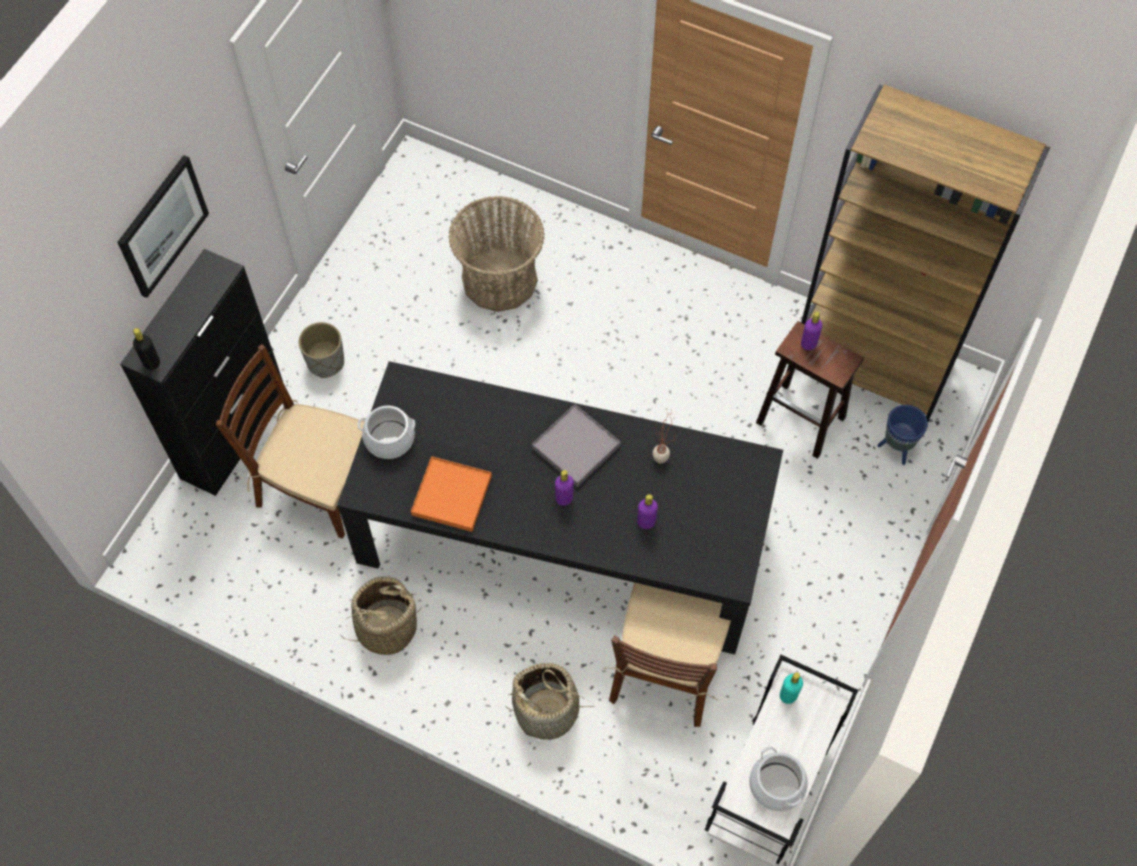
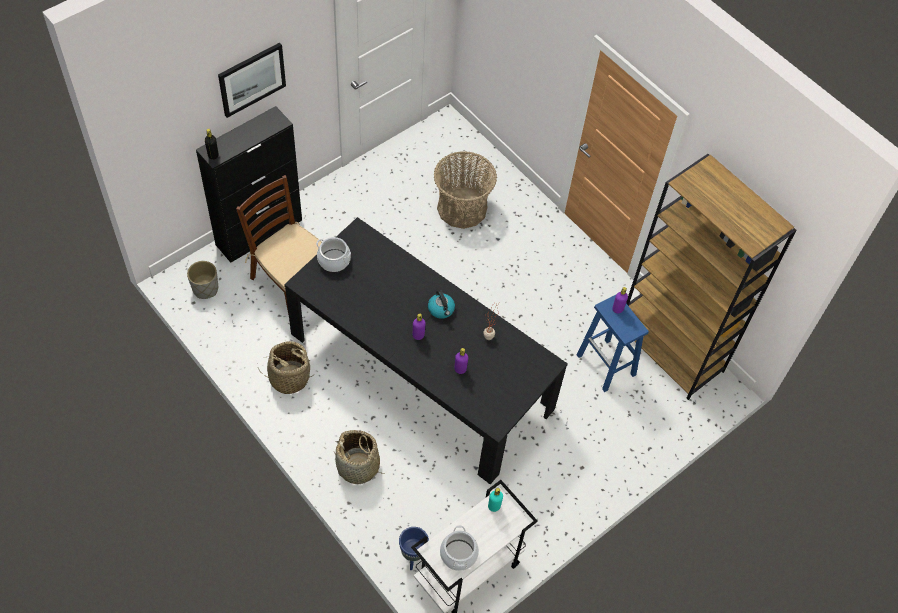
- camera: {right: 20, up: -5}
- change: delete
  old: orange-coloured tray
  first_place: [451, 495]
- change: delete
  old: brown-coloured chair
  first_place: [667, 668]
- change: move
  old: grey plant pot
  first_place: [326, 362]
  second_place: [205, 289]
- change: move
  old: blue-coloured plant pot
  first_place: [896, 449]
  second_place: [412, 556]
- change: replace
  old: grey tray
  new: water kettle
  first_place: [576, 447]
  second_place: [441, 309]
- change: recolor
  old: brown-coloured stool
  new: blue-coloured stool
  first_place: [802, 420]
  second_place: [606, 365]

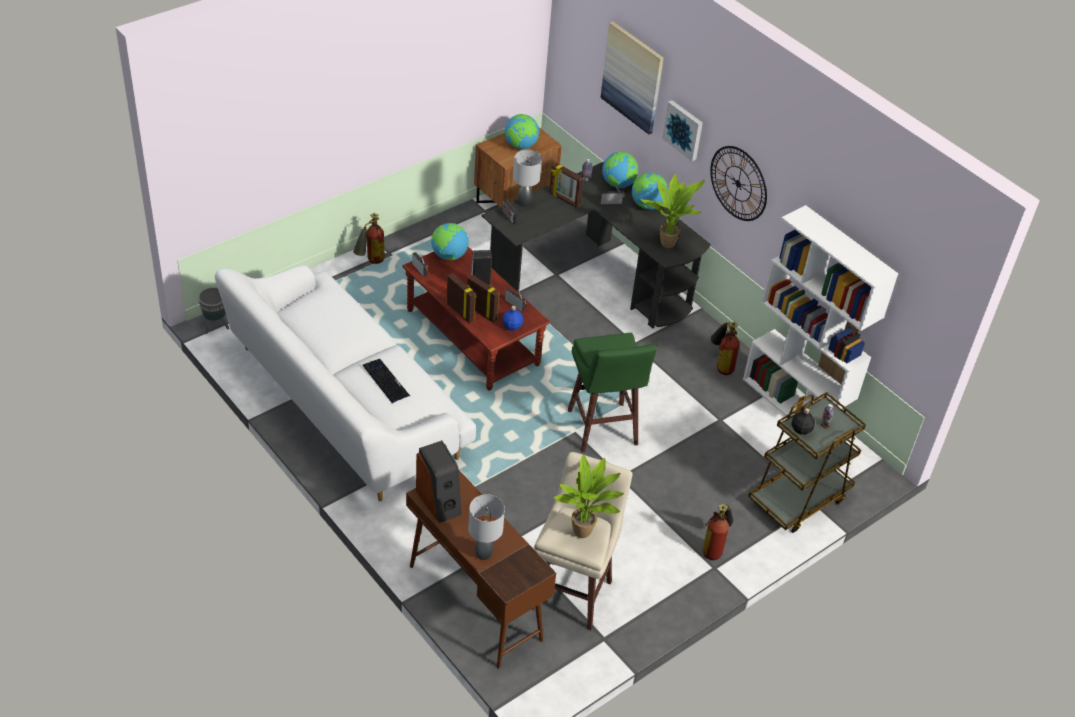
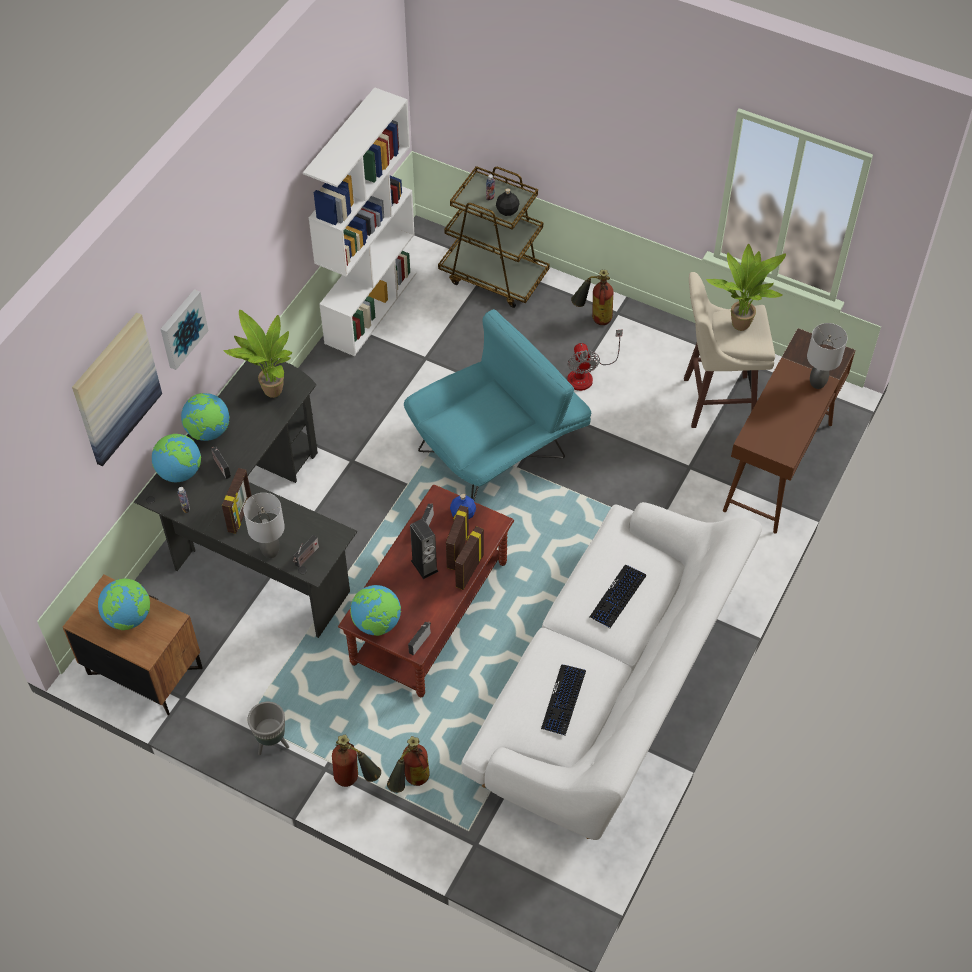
- camera: {right: -110, up: 10}
- change: delete
  old: speaker
  first_place: [439, 501]
- change: delete
  old: wall clock
  first_place: [738, 183]
- change: insert
  new: keyboard
  second_place: [563, 700]
- change: insert
  new: electric fan
  second_place: [586, 375]
- change: move
  old: grey plant pot
  first_place: [215, 327]
  second_place: [272, 743]
- change: move
  old: extinguisher
  first_place: [721, 365]
  second_place: [410, 784]
- change: replace
  old: greenish stool
  new: turquoise lounge chair
  first_place: [602, 429]
  second_place: [499, 446]

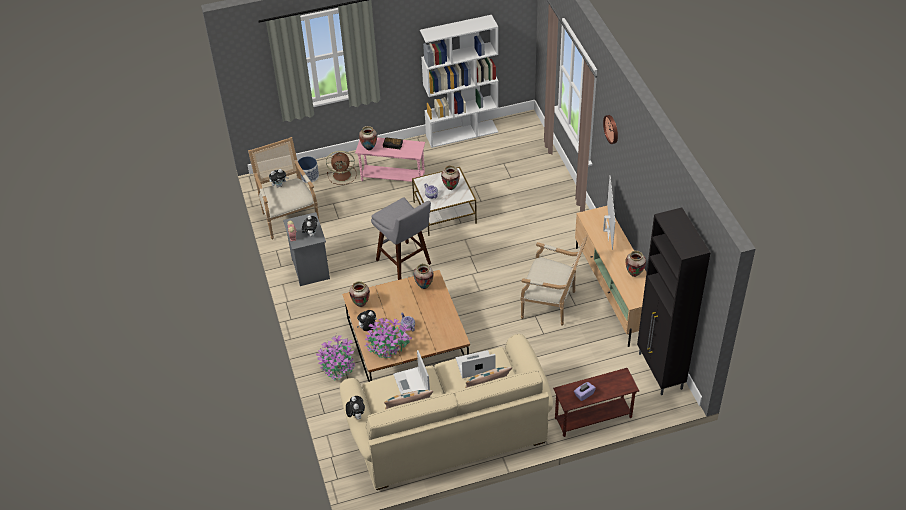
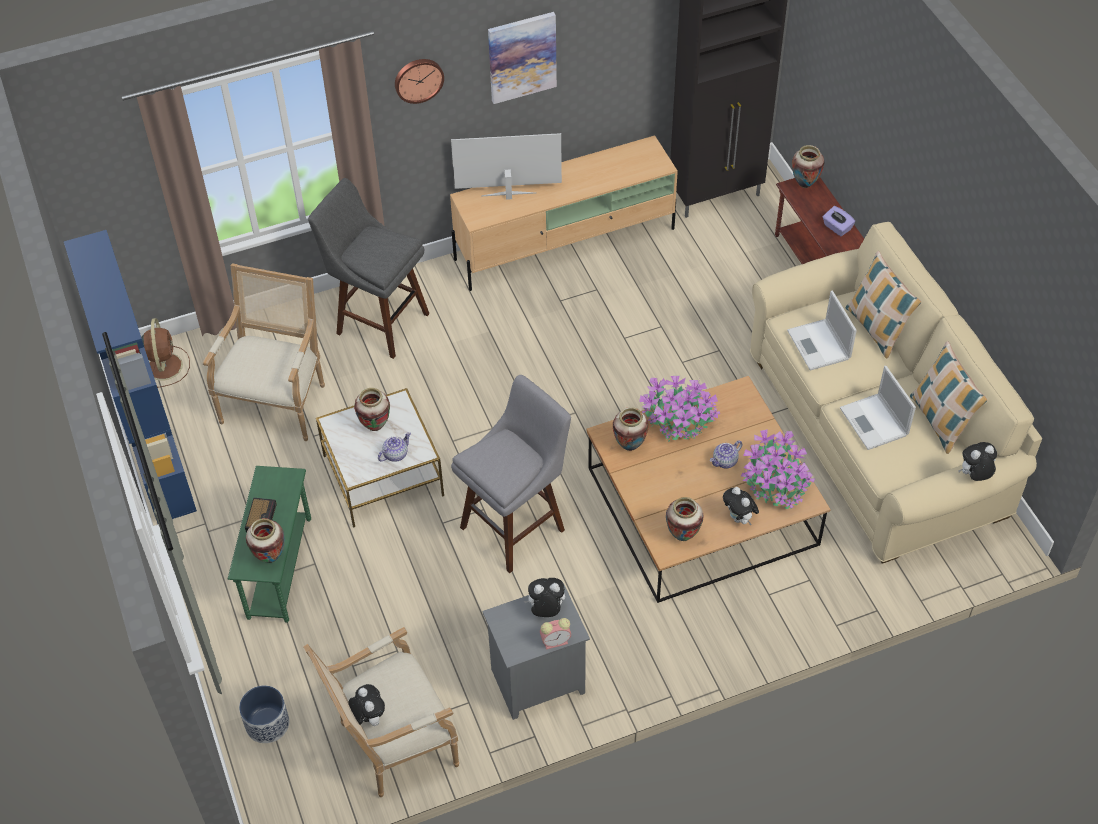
- camera: {right: -95, up: 5}
- change: insert
  new: grey stool
  second_place: [378, 322]
- change: insert
  new: picture
  second_place: [522, 57]
- change: move
  old: houseplant
  first_place: [338, 366]
  second_place: [679, 422]
- change: move
  old: brown-coloured electric fan
  first_place: [343, 175]
  second_place: [164, 365]
- change: move
  old: lounge chair
  first_place: [552, 304]
  second_place: [277, 401]
- change: move
  old: decorative vase
  first_place: [634, 274]
  second_place: [804, 184]
- change: recolor
  old: pinkish accent table
  new: greenish accent table
  first_place: [393, 177]
  second_place: [279, 568]
- change: recolor
  old: white bookcase
  new: blue-coloured bookcase
  first_place: [462, 133]
  second_place: [159, 463]
- change: rotate
  old: portable computer
  first_place: [412, 384]
  second_place: [874, 422]
  degrees: 90

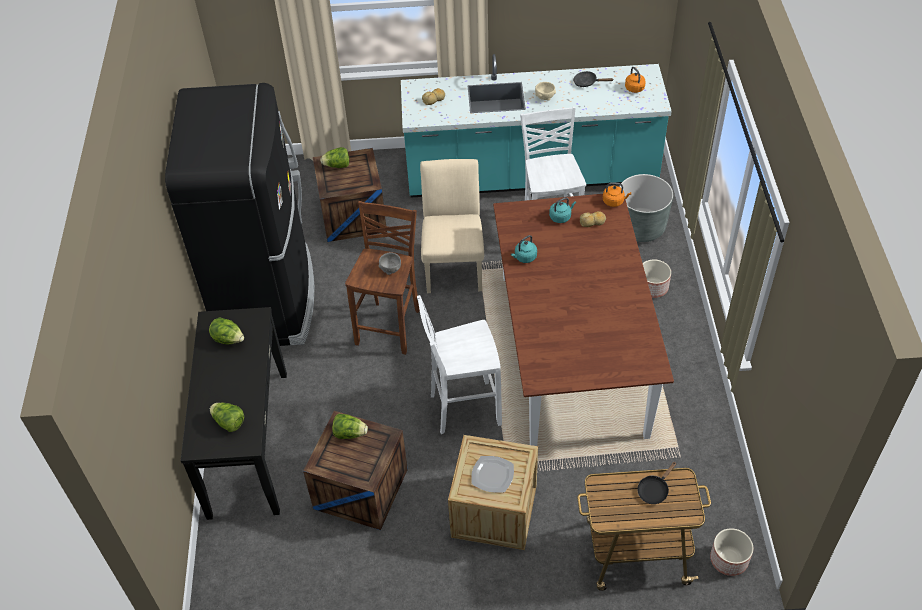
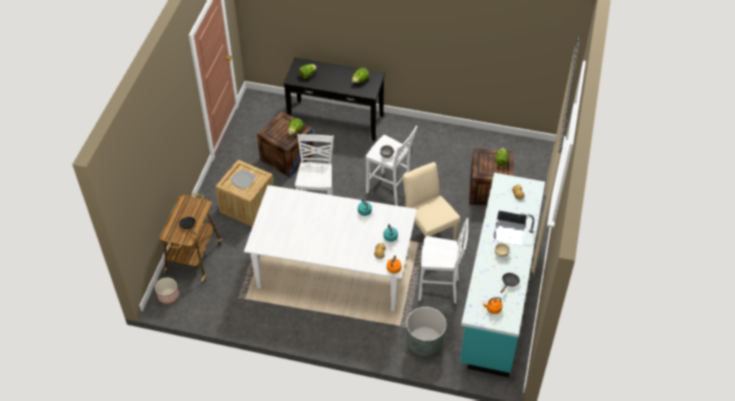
- camera: {right: 105, up: 0}
- change: delete
  old: blackish refrigerator
  first_place: [268, 298]
- change: delete
  old: plant pot
  first_place: [653, 287]
- change: recolor
  old: brown-coloured stool
  new: white stool
  first_place: [390, 326]
  second_place: [389, 190]
- change: recolor
  old: brown-coloured dining table
  new: white dining table
  first_place: [573, 353]
  second_place: [333, 270]
- change: rotate
  old: beige chair
  first_place: [454, 264]
  second_place: [428, 231]
  degrees: -135

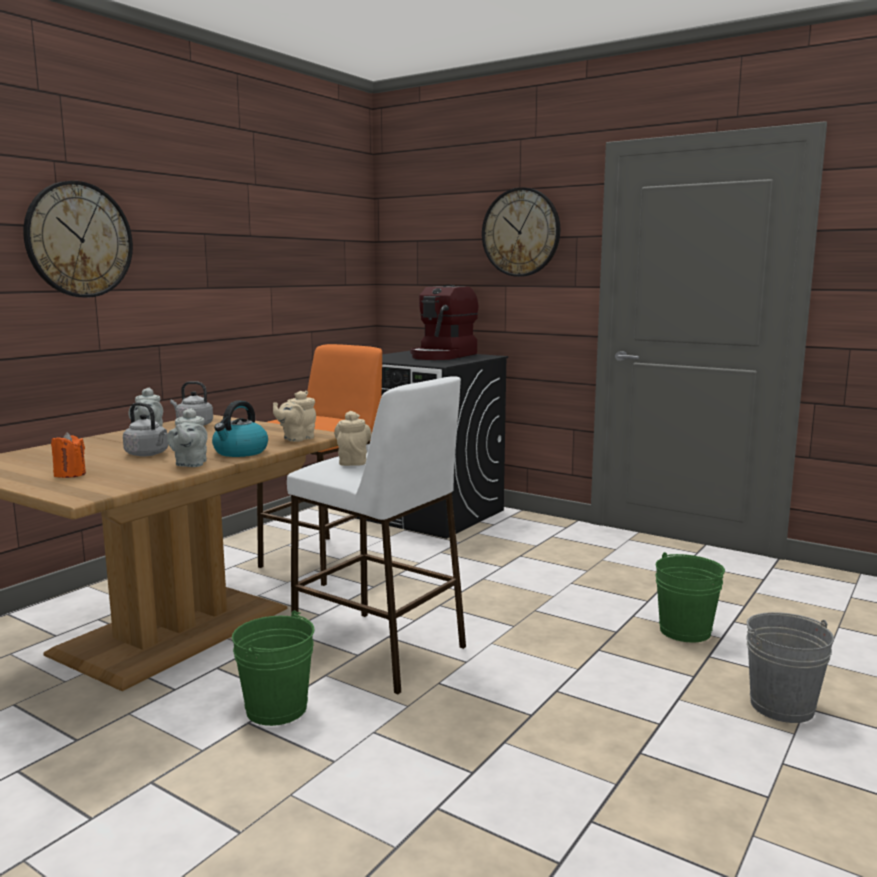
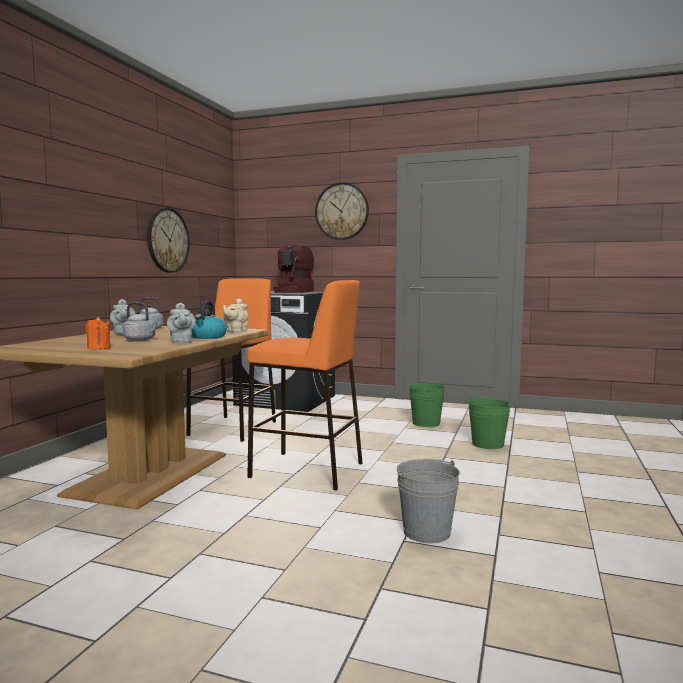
- camera: {right: -15, up: -5}
- change: delete
  old: beige pot for tea
  first_place: [353, 461]
- change: move
  old: wall clock
  first_place: [79, 240]
  second_place: [168, 240]
- change: move
  old: greenish water bucket
  first_place: [276, 709]
  second_place: [426, 423]
- change: move
  old: grey water bucket
  first_place: [782, 706]
  second_place: [427, 532]
- change: recolor
  old: white stool
  new: orange-coloured stool
  first_place: [380, 650]
  second_place: [308, 470]

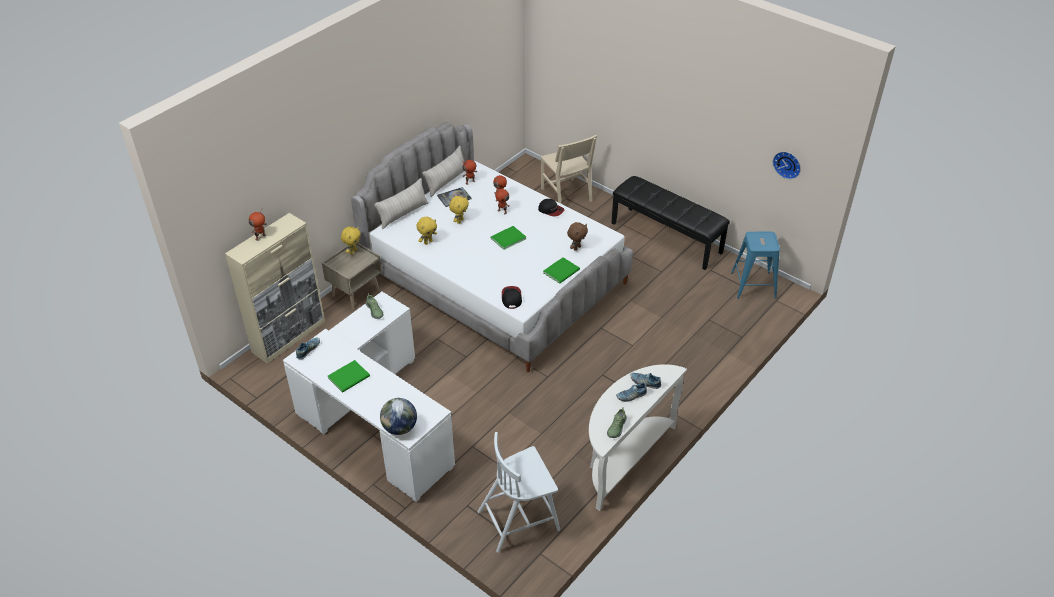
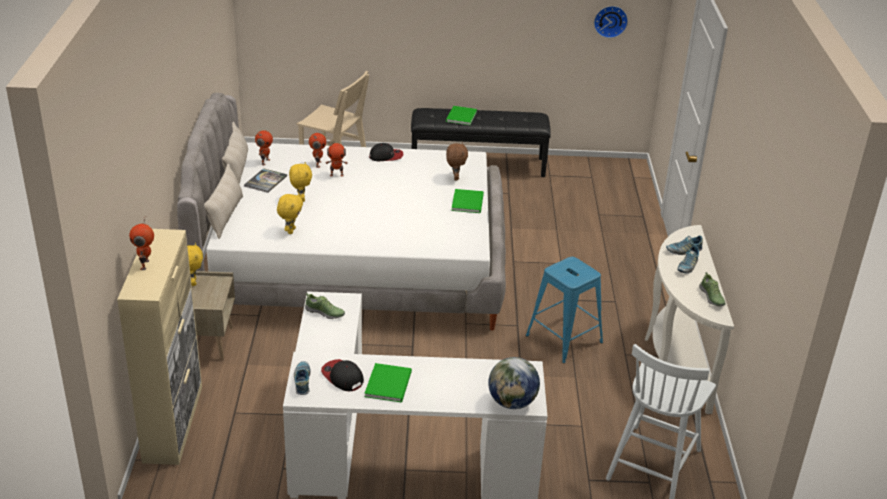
- camera: {right: -40, up: -10}
- change: move
  old: greenish volume
  first_place: [507, 238]
  second_place: [460, 117]
- change: move
  old: peaked cap
  first_place: [511, 298]
  second_place: [342, 377]
- change: move
  old: blue-coloured stool
  first_place: [753, 285]
  second_place: [563, 339]

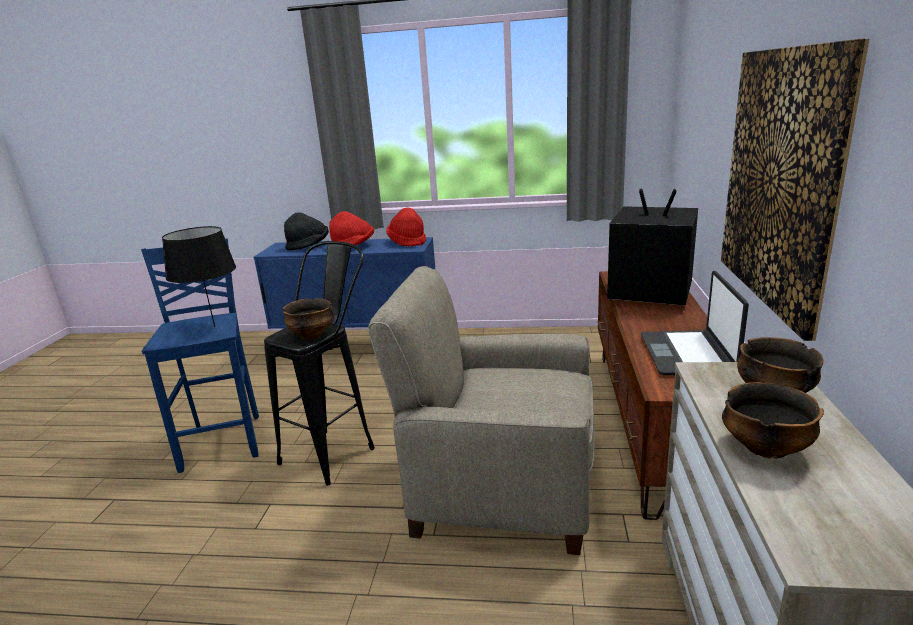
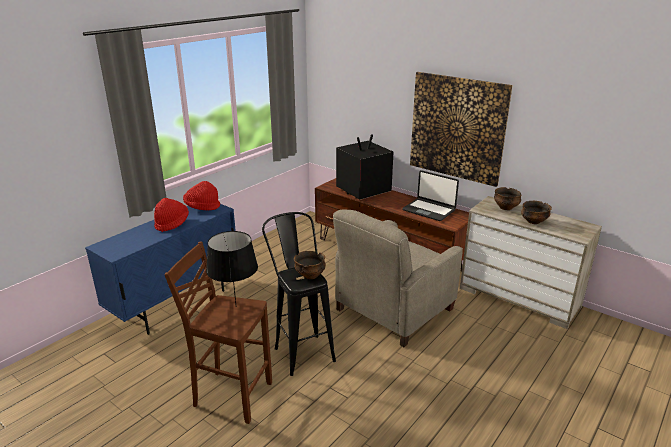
- camera: {right: -60, up: 5}
- change: delete
  old: blackish hat
  first_place: [308, 246]
- change: recolor
  old: blue-coloured stool
  new: brown-coloured stool
  first_place: [225, 441]
  second_place: [231, 394]

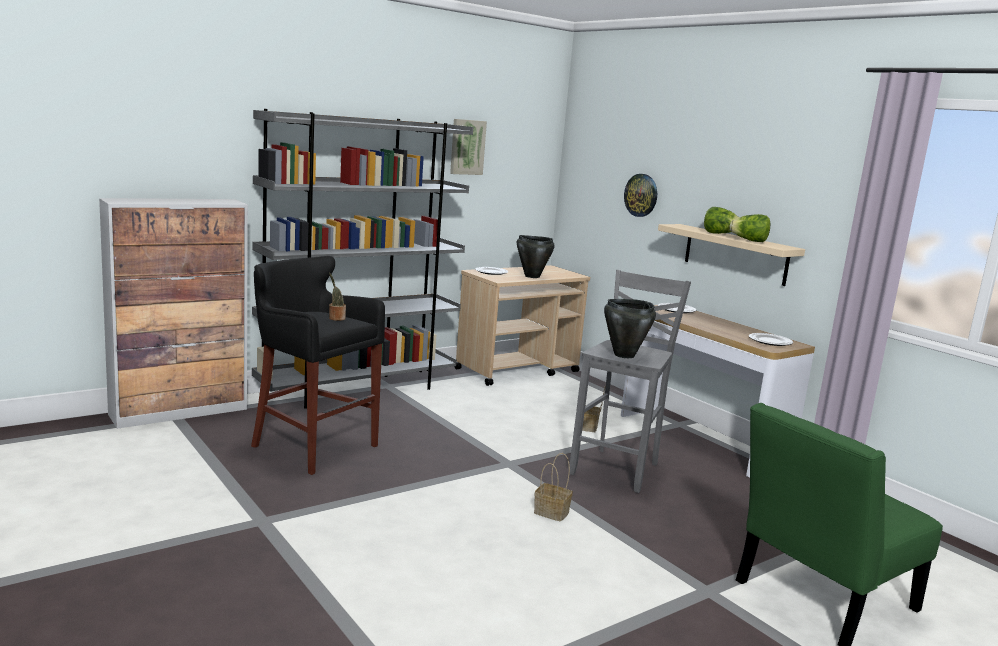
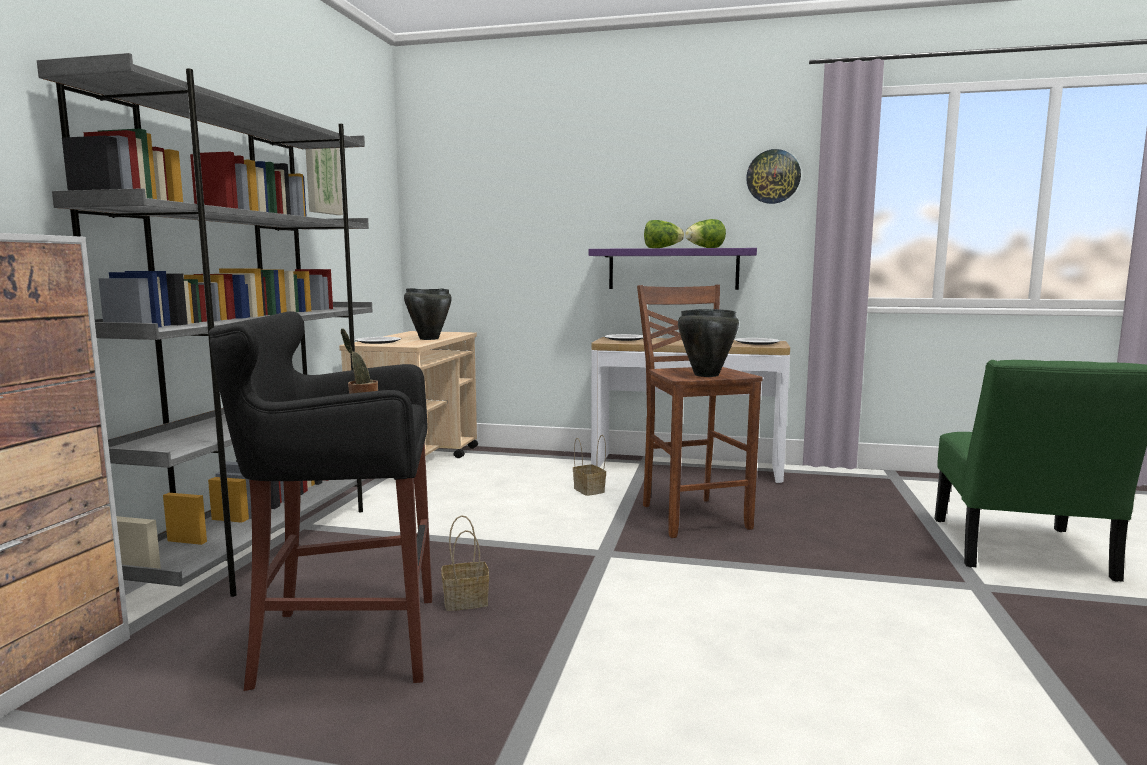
- camera: {right: -40, up: -5}
- change: move
  old: storage basket
  first_place: [550, 512]
  second_place: [464, 602]
- change: move
  old: wall clock
  first_place: [641, 195]
  second_place: [773, 176]
- change: recolor
  old: grey stool
  new: brown-coloured stool
  first_place: [617, 469]
  second_place: [692, 516]
- change: recolor
  old: beige bracket shelf
  new: purplish bracket shelf
  first_place: [735, 254]
  second_place: [673, 269]

